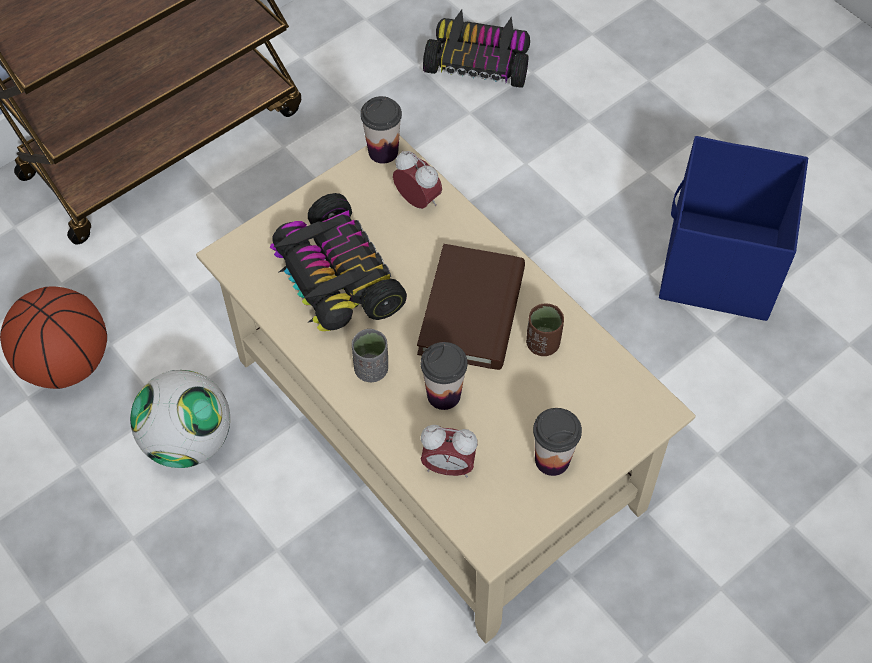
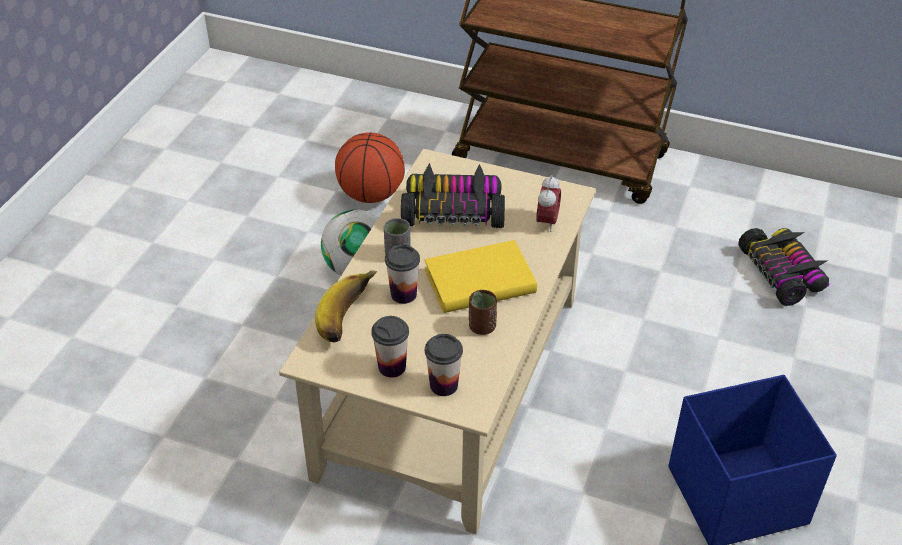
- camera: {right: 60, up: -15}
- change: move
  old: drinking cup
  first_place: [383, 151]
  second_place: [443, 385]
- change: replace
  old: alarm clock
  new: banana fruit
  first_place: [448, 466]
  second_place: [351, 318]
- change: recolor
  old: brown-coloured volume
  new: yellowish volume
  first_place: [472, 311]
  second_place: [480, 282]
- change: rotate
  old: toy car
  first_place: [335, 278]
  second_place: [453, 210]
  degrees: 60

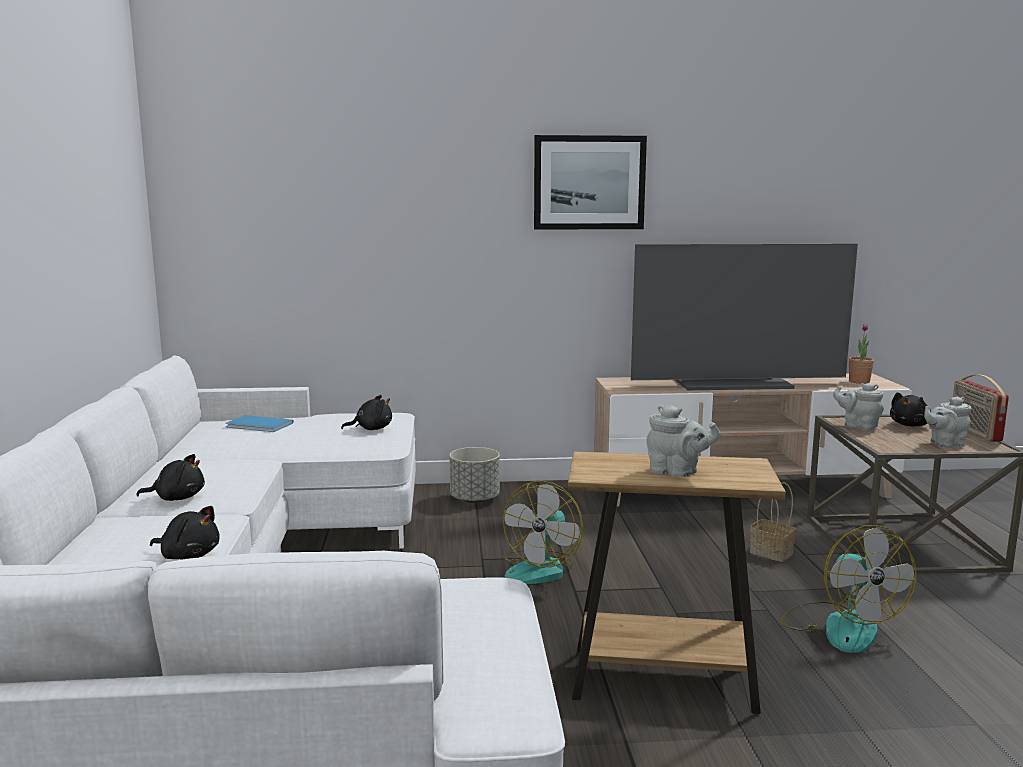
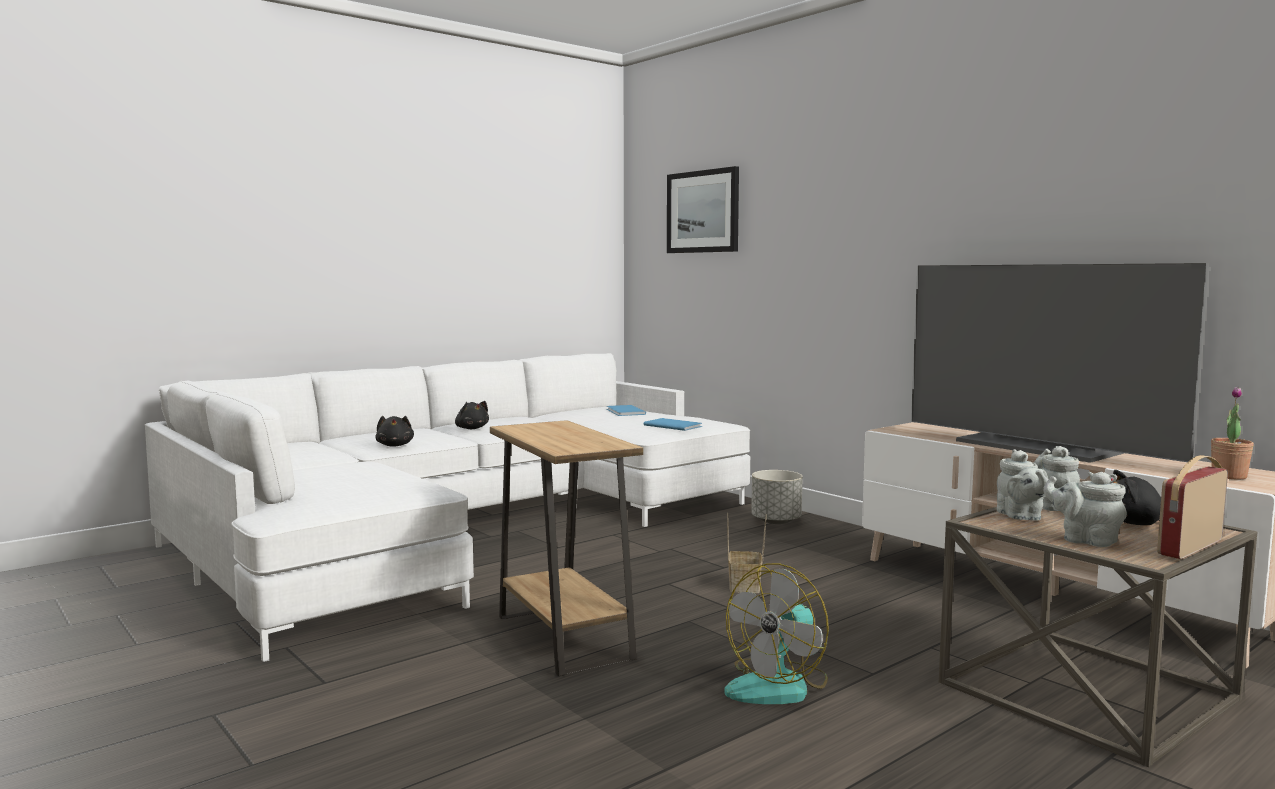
- camera: {right: 55, up: -5}
- change: delete
  old: electric fan
  first_place: [541, 568]
- change: move
  old: picture
  first_place: [589, 183]
  second_place: [703, 211]
- change: move
  old: grey pot for tea
  first_place: [677, 472]
  second_place: [1021, 517]
- change: move
  old: storage basket
  first_place: [773, 553]
  second_place: [745, 586]
- change: replace
  old: blackish soft toy
  new: blue-coloured volume
  first_place: [371, 429]
  second_place: [672, 425]

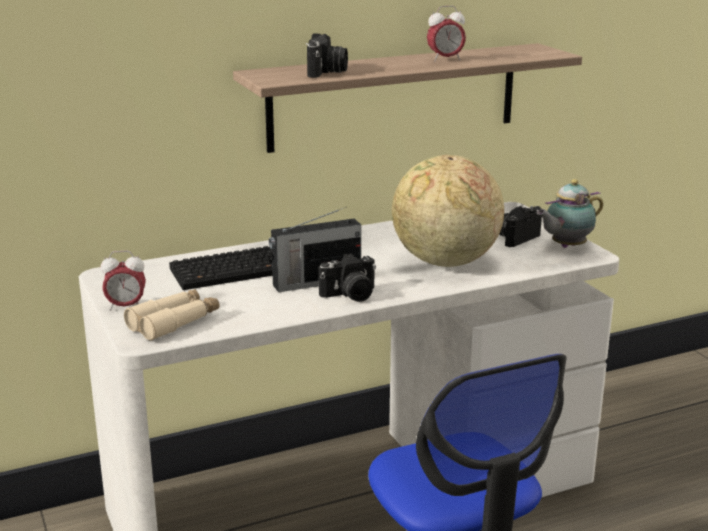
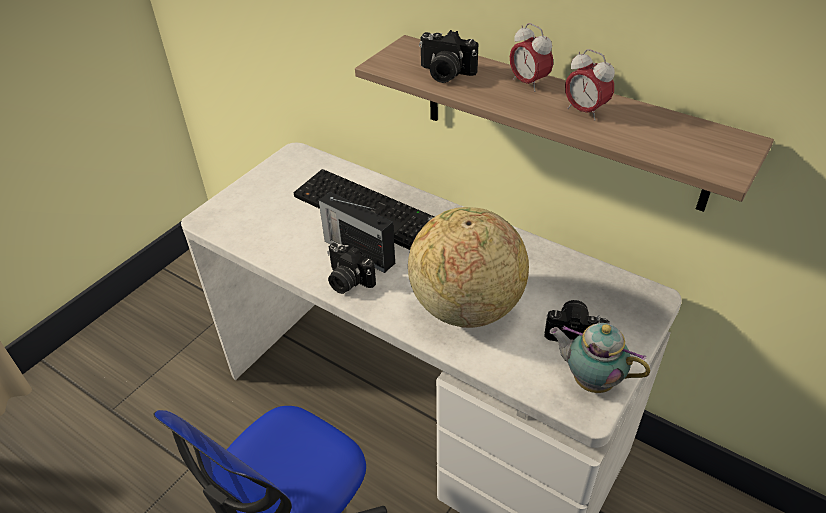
- camera: {right: 60, up: 20}
- change: delete
  old: beige field glasses
  first_place: [174, 322]
- change: move
  old: alarm clock
  first_place: [126, 307]
  second_place: [528, 83]
- change: rotate
  old: still camera
  first_place: [327, 72]
  second_place: [445, 74]
  degrees: 45

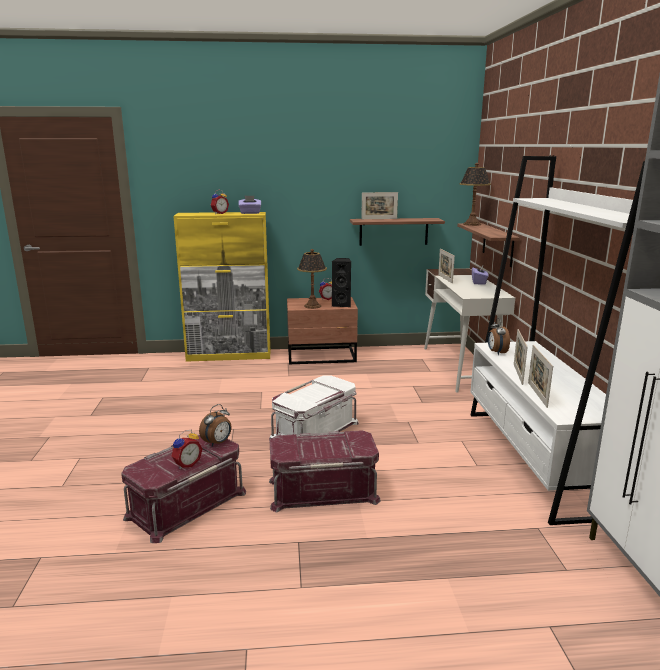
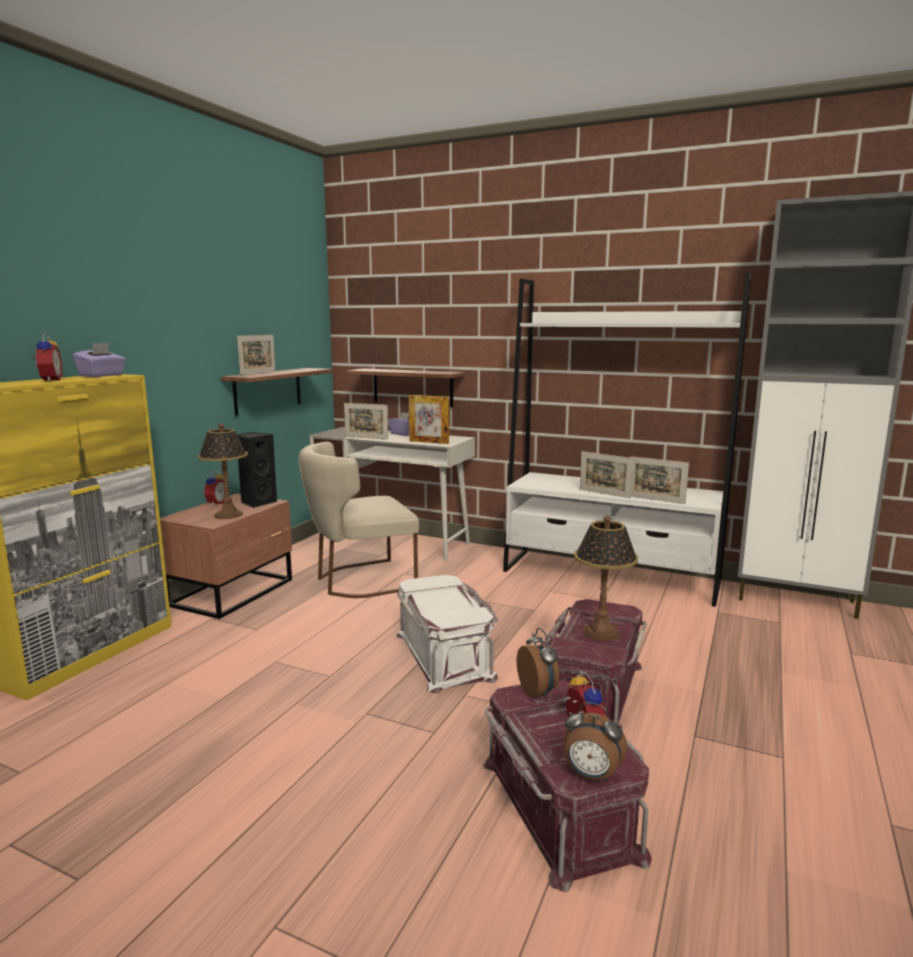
- camera: {right: -60, up: -5}
- change: insert
  new: beige chair
  second_place: [359, 581]
- change: insert
  new: photo frame
  second_place: [429, 442]
- change: move
  old: tabletop lamp
  first_place: [472, 224]
  second_place: [601, 632]
- change: move
  old: alarm clock
  first_place: [496, 352]
  second_place: [591, 776]

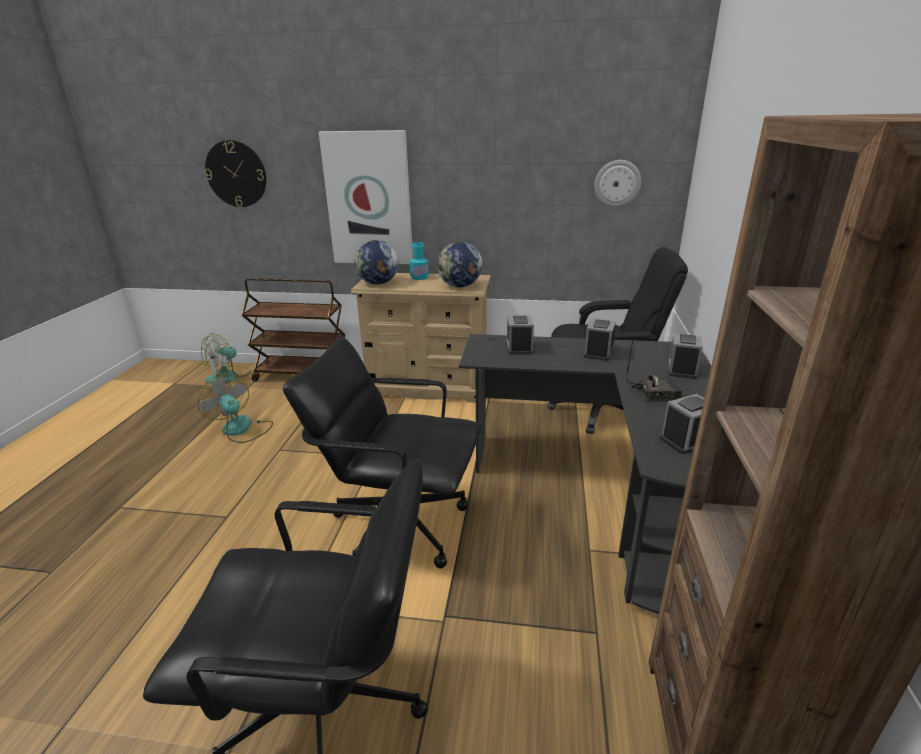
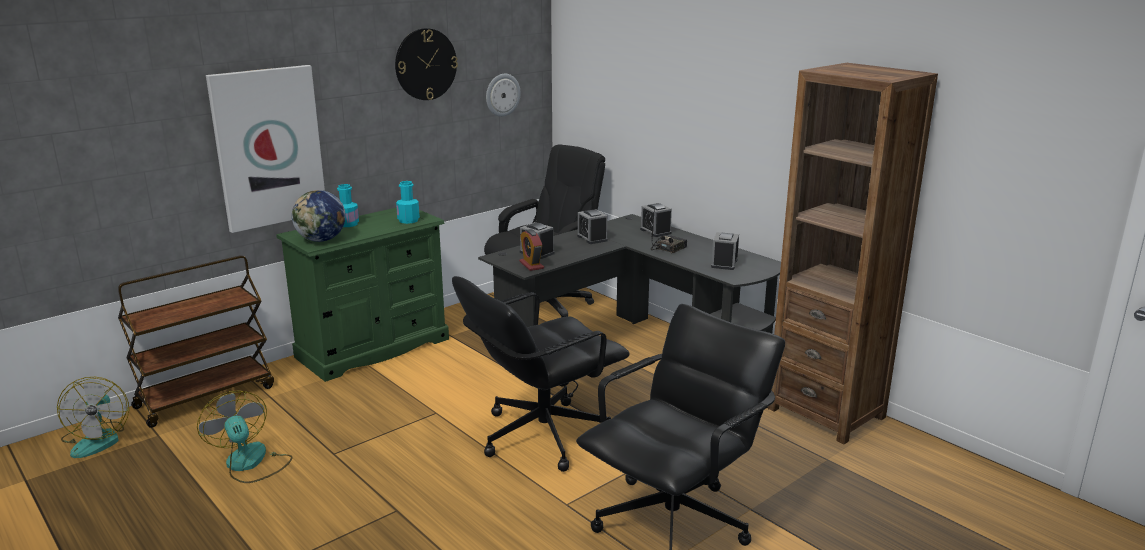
- camera: {right: -50, up: -5}
- change: insert
  new: alarm clock
  second_place: [531, 265]
- change: move
  old: wall clock
  first_place: [236, 174]
  second_place: [425, 64]
- change: replace
  old: world globe
  new: turquoise beverage bottle
  first_place: [460, 286]
  second_place: [408, 220]
- change: recolor
  old: beige dresser
  new: greenish dresser
  first_place: [428, 386]
  second_place: [373, 348]
- change: rotate
  old: electric fan
  first_place: [241, 429]
  second_place: [250, 463]
  degrees: 60

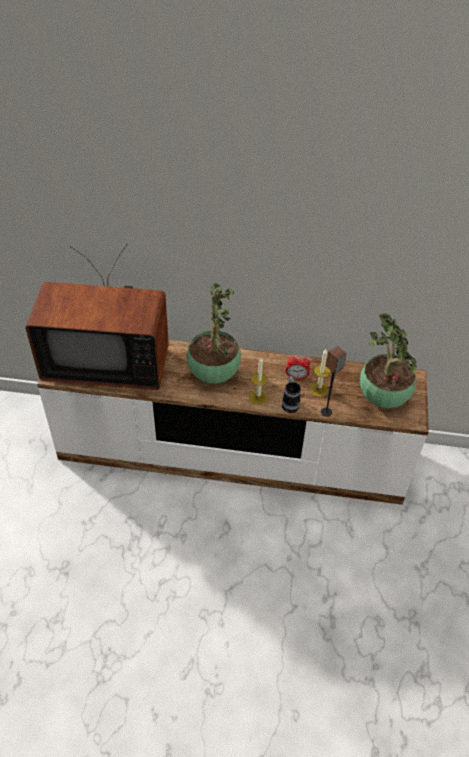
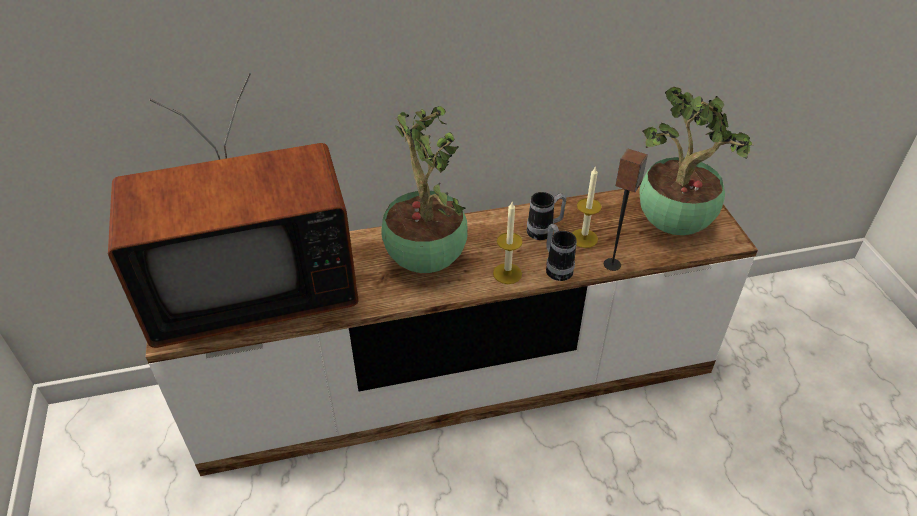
- camera: {right: -20, up: -5}
- change: replace
  old: alarm clock
  new: tea mug
  first_place: [296, 377]
  second_place: [544, 231]

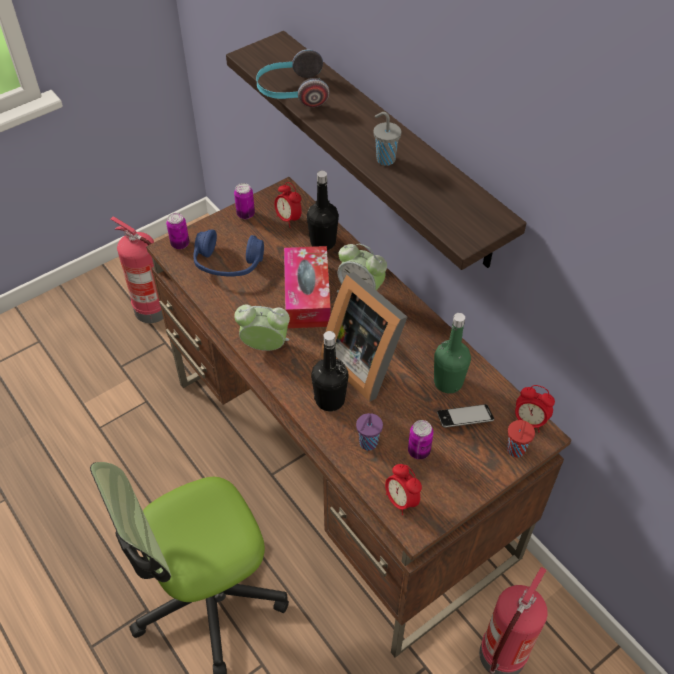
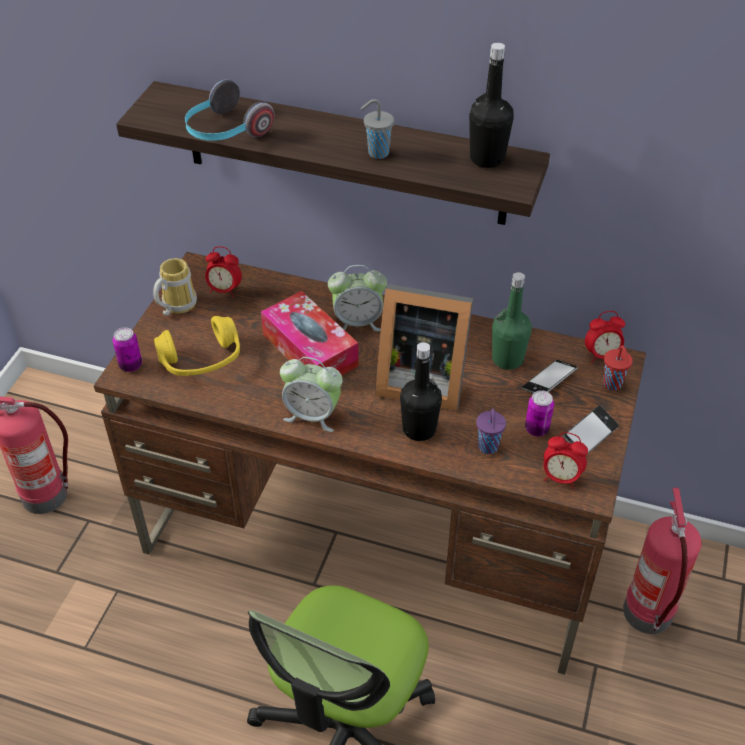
- camera: {right: -35, up: -5}
- change: insert
  new: telephone
  second_place: [590, 434]
- change: move
  old: blackish beverage bottle
  first_place: [323, 242]
  second_place: [487, 158]
- change: replace
  old: metal can
  new: tea mug
  first_place: [245, 214]
  second_place: [175, 305]
- change: recolor
  old: blue-coloured headphones
  new: yellowish headphones
  first_place: [228, 264]
  second_place: [201, 359]
- change: rotate
  old: alarm clock
  first_place: [265, 346]
  second_place: [312, 415]
  degrees: -135

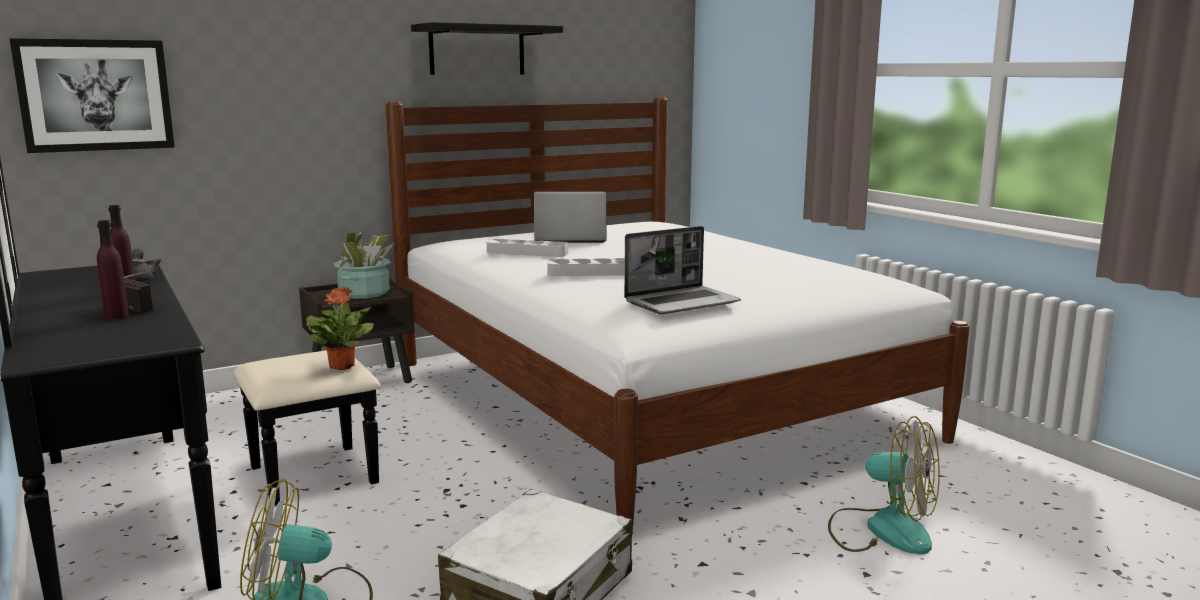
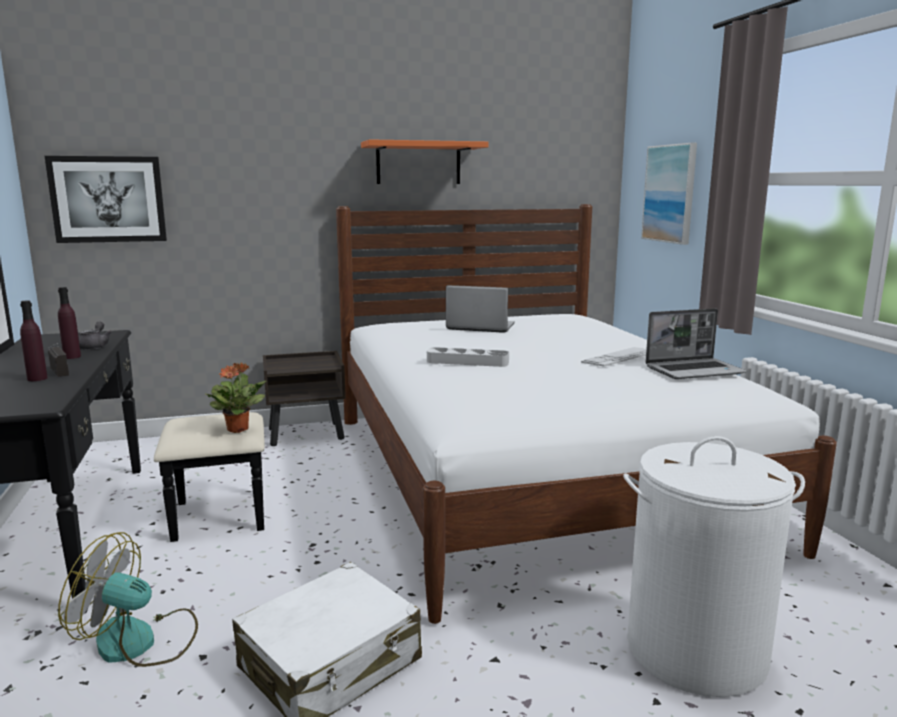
- camera: {right: 15, up: 0}
- change: delete
  old: houseplant
  first_place: [364, 293]
- change: delete
  old: grey tray
  first_place: [527, 253]
- change: insert
  new: keyboard
  second_place: [619, 358]
- change: insert
  new: picture
  second_place: [670, 193]
- change: move
  old: portable computer
  first_place: [682, 302]
  second_place: [695, 370]
- change: replace
  old: electric fan
  new: white laundry basket
  first_place: [882, 530]
  second_place: [696, 650]
- change: recolor
  old: blackish bracket shelf
  new: orange-coloured bracket shelf
  first_place: [477, 50]
  second_place: [418, 163]

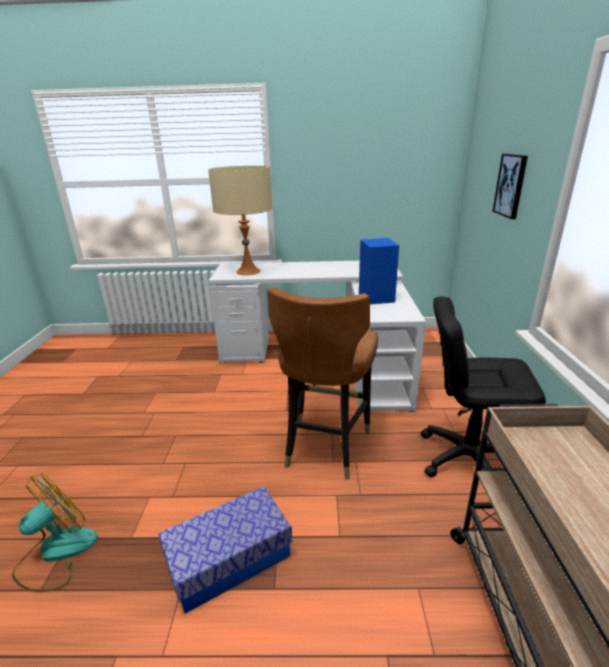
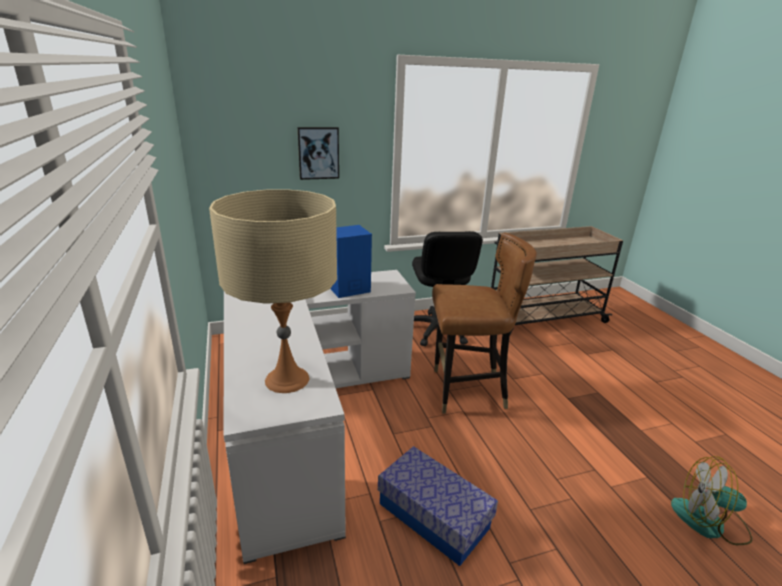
- camera: {right: -110, up: 0}
- change: move
  old: storage box
  first_place: [229, 559]
  second_place: [433, 515]

